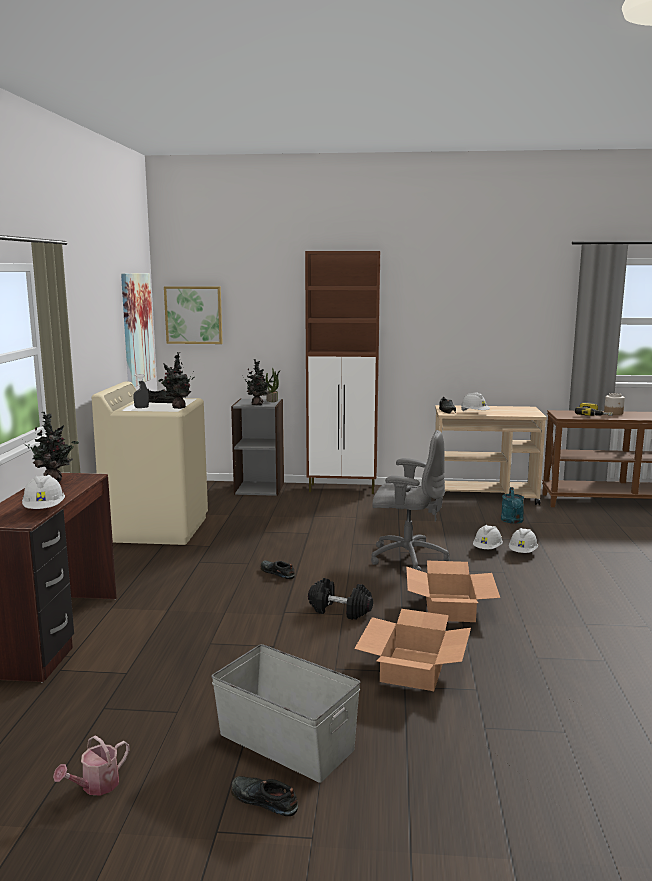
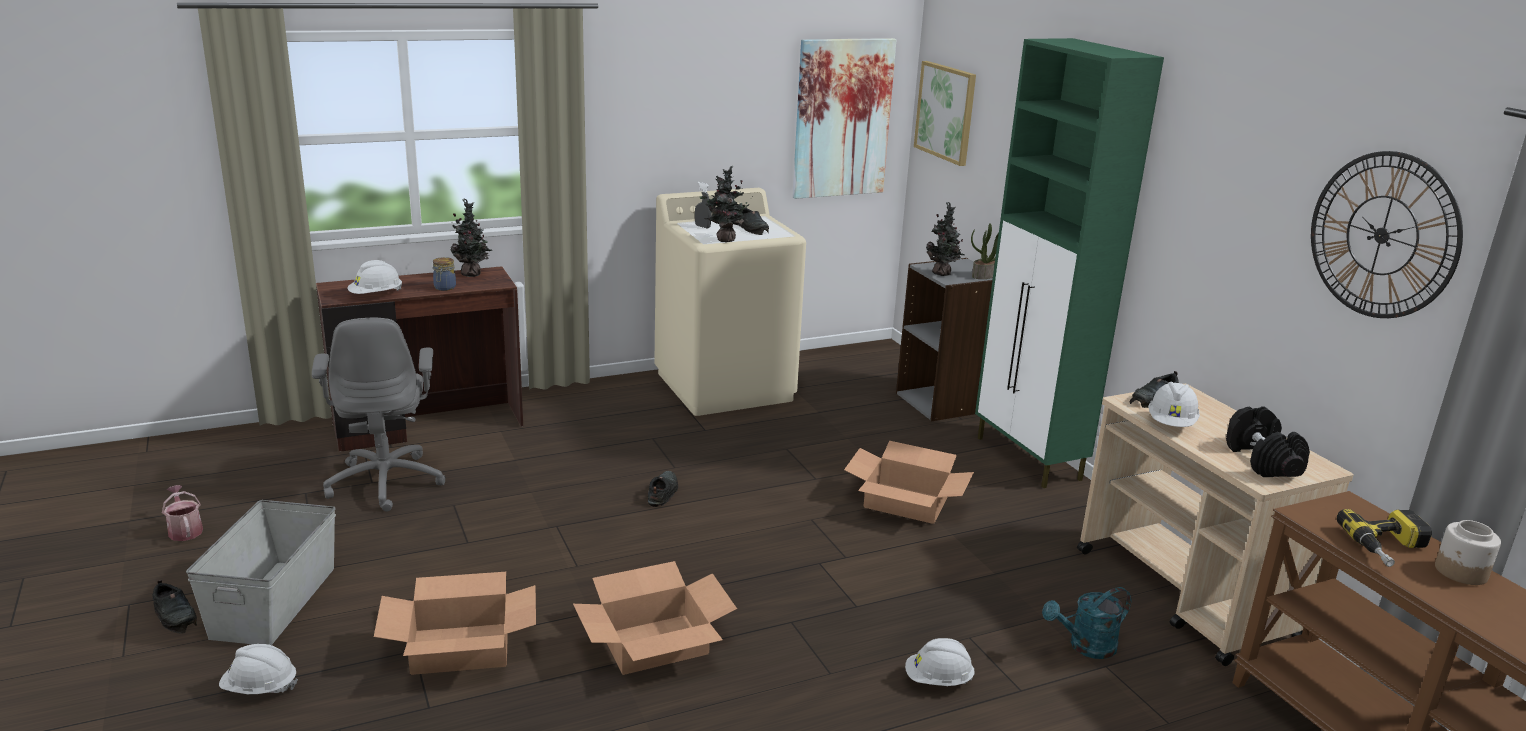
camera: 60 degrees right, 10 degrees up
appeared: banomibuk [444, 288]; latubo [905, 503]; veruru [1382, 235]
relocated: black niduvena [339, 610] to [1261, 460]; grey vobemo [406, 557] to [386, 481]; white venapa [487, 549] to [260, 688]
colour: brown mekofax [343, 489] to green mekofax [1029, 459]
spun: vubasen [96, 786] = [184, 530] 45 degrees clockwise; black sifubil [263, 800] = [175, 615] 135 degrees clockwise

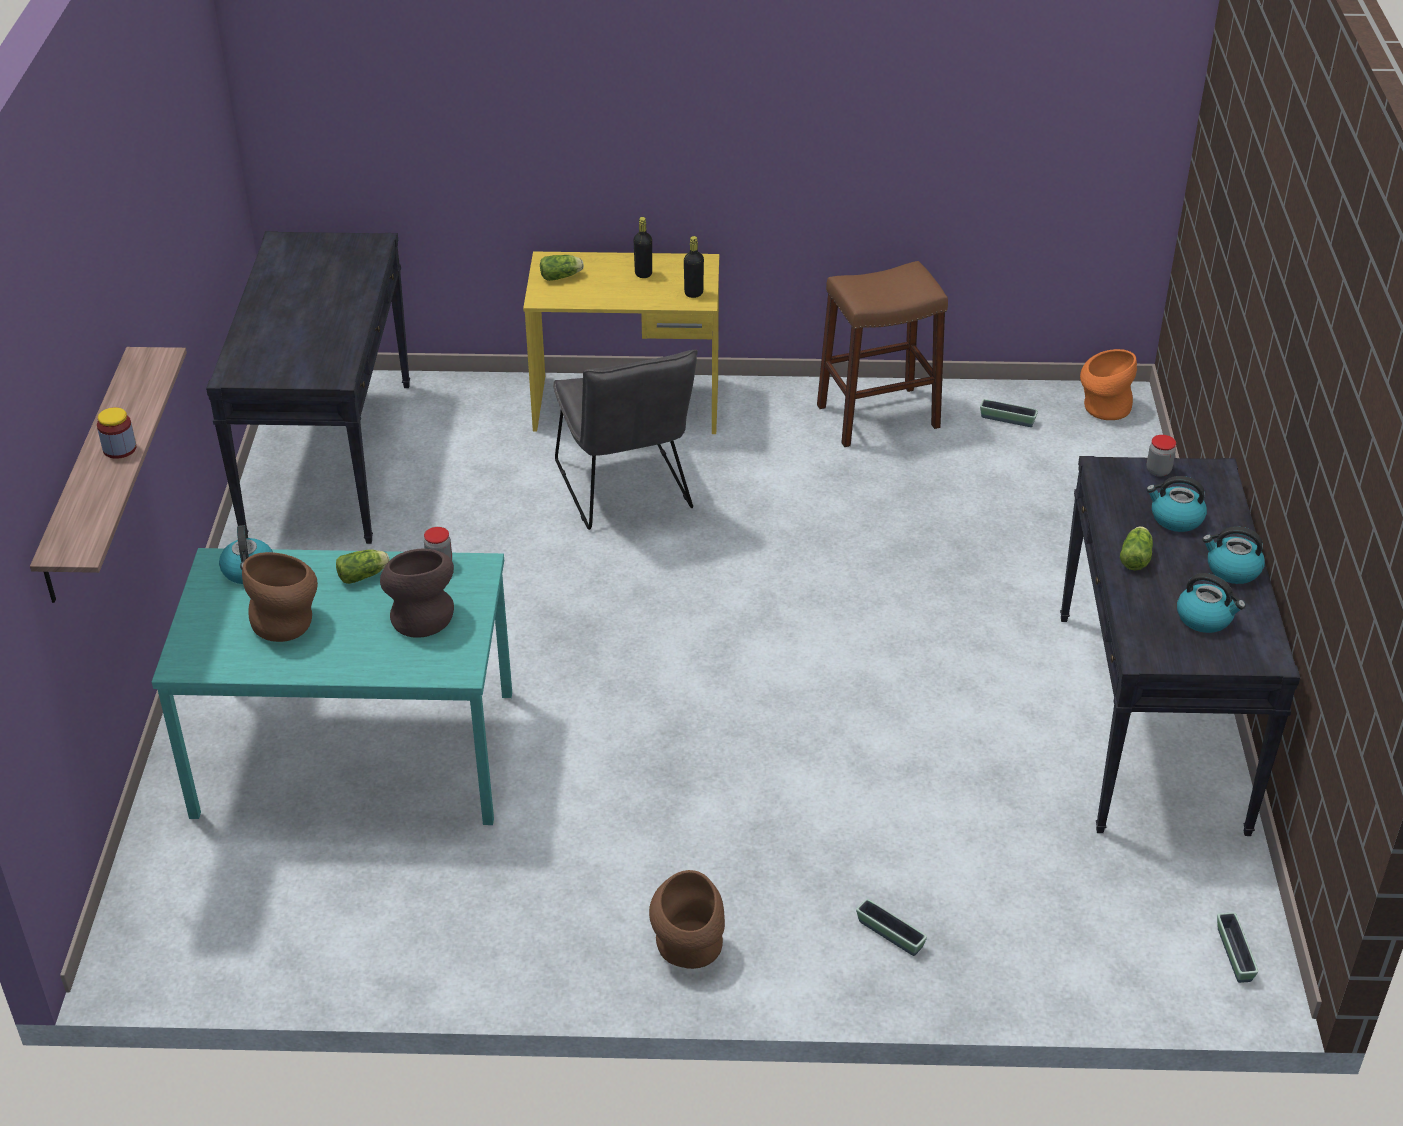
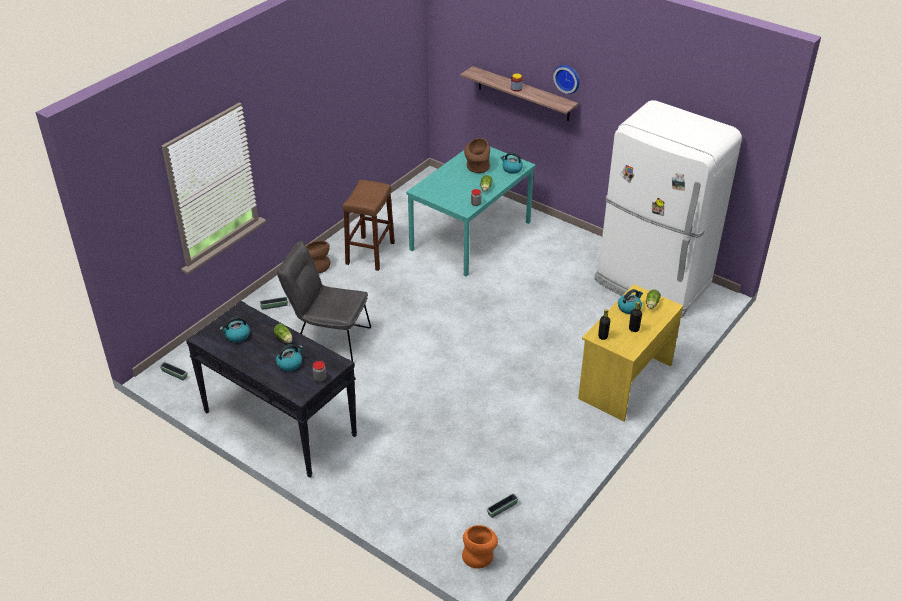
camera: 125 degrees right, 0 degrees up
missing: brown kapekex [421, 615]
appeared: veruru [567, 78]
relocated: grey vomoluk [626, 491] to [328, 338]; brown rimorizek [878, 416] to [370, 253]; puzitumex [1232, 569] to [629, 308]
exchanged: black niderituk [329, 458] to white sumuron [652, 284]

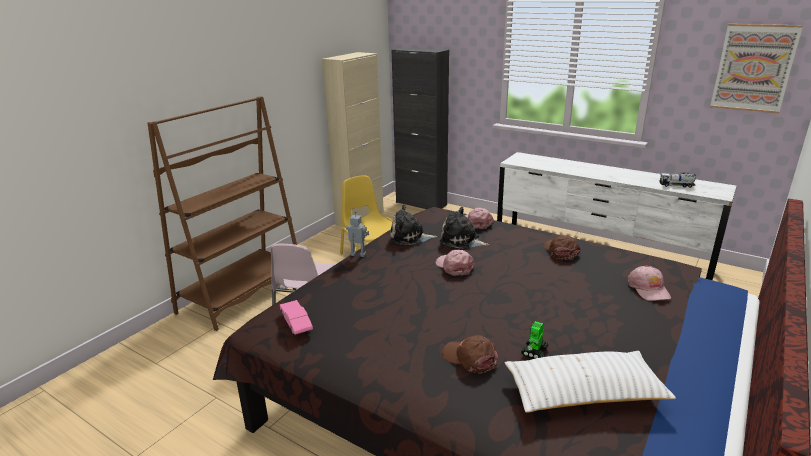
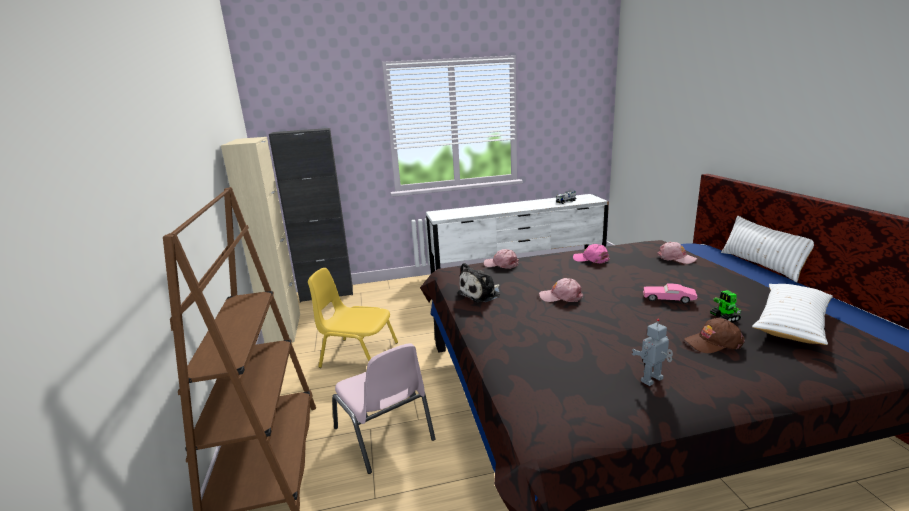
camera: 45 degrees left, 5 degrees down
missing: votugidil [461, 241]; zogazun [753, 68]
appeared: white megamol [761, 265]
relocated: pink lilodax [296, 323] to [668, 299]; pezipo [357, 255] to [653, 380]
colour: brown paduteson [560, 251] to pink paduteson [591, 259]

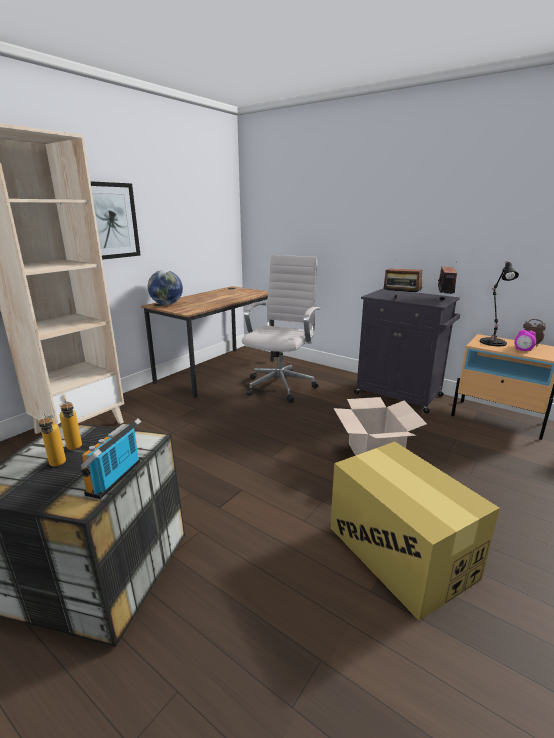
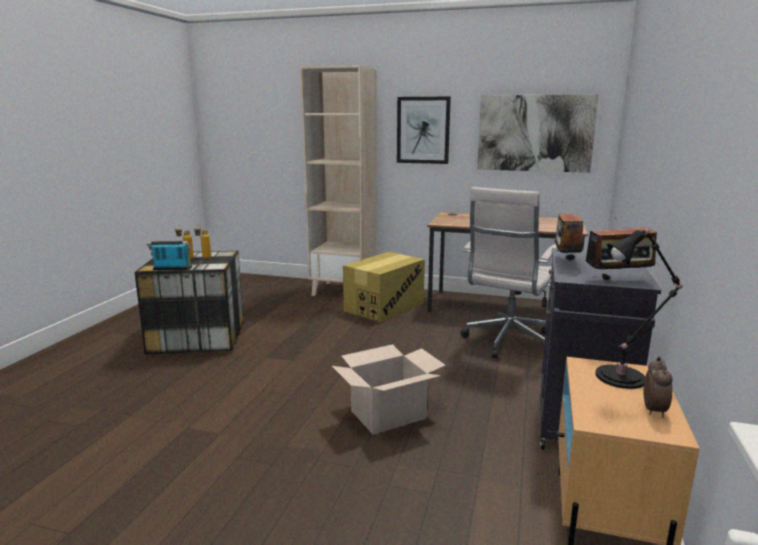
camera: 70 degrees right, 5 degrees down
missing: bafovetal [166, 304]; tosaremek [523, 350]
appeared: zogazun [535, 133]
relocated: latubo [400, 552] to [384, 307]
spun: white vobemo [281, 385] = [507, 343] 120 degrees clockwise

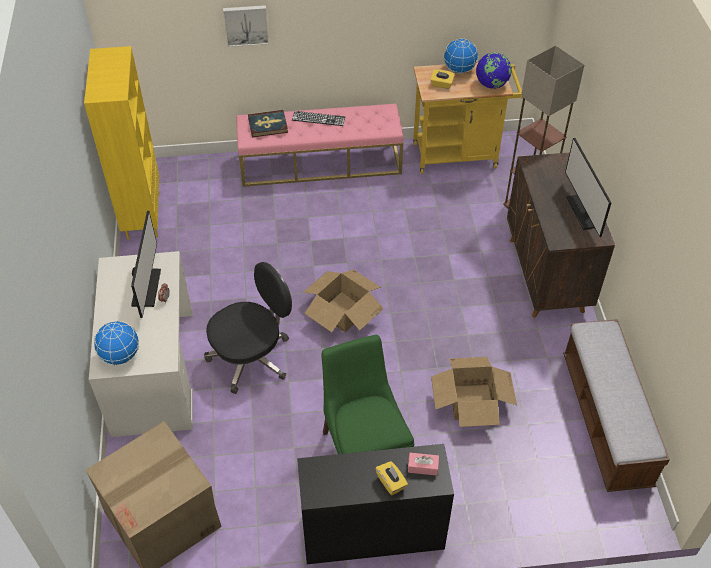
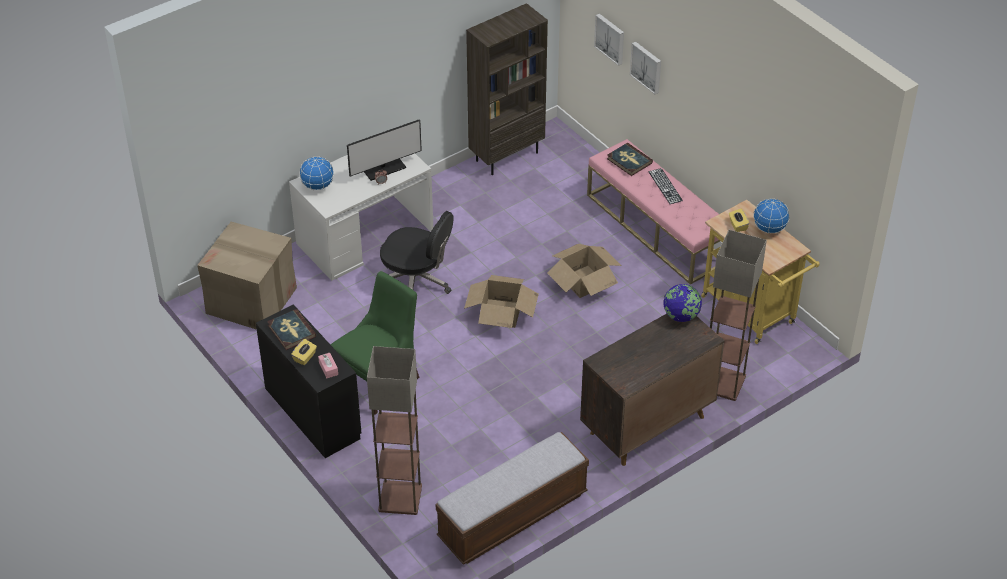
camera: 60 degrees right, 5 degrees down
missing: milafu [584, 211]
appeared: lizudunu [291, 331]; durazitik [399, 498]; zogazun [610, 38]
relocated: latubo [471, 401] to [584, 281]; bafovetal [492, 84] to [681, 316]
colour: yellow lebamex [142, 215] to brown lebamex [506, 156]

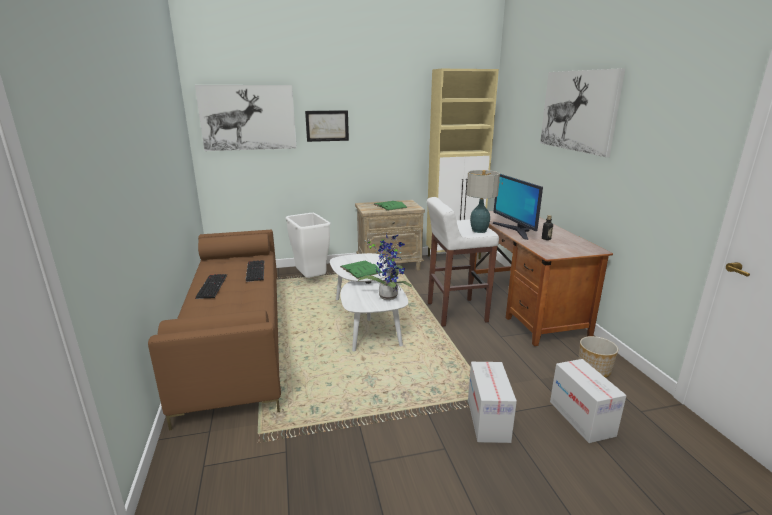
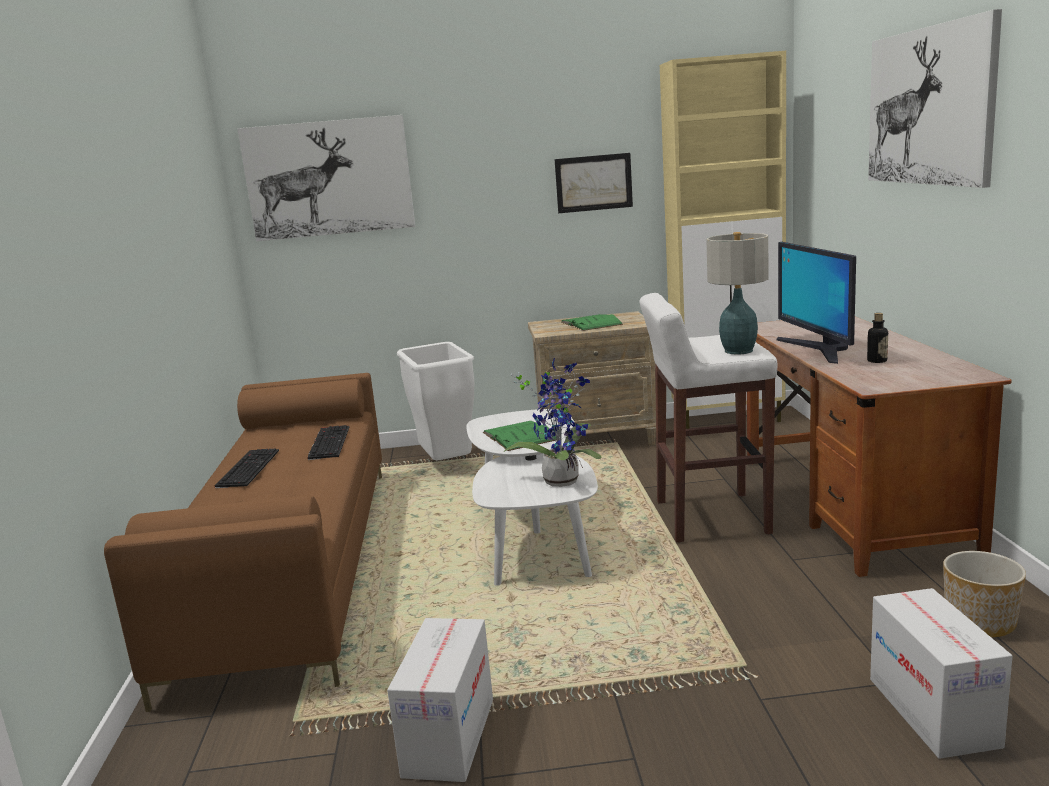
camera: 10 degrees right, 5 degrees down
relocated: zogazun [327, 126] to [593, 183]; latubo [487, 420] to [449, 736]

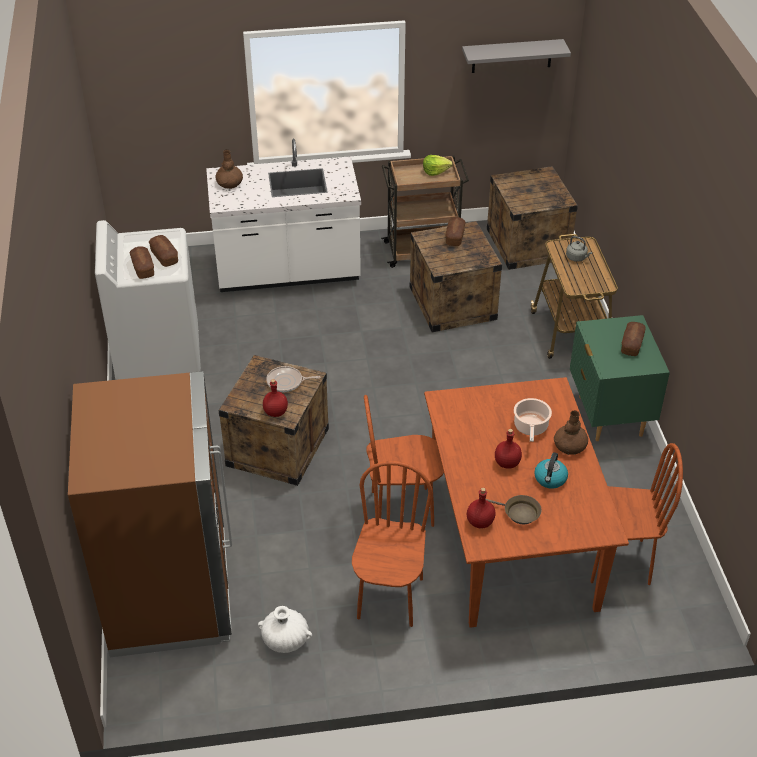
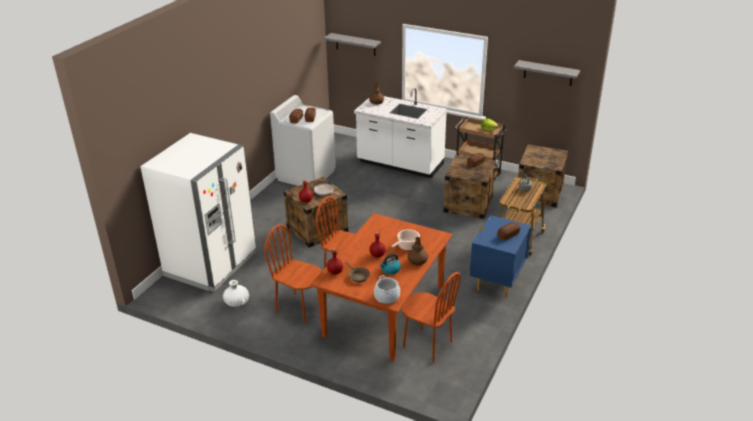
camera: 35 degrees right, 10 degrees down
appeared: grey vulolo [355, 44]; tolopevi [387, 297]
colour: brown sumuron [170, 594] to white sumuron [211, 264]; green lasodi [609, 416] to blue lasodi [497, 282]
spun: brown vomoluk [389, 598] = [299, 308] 105 degrees counterclockwise

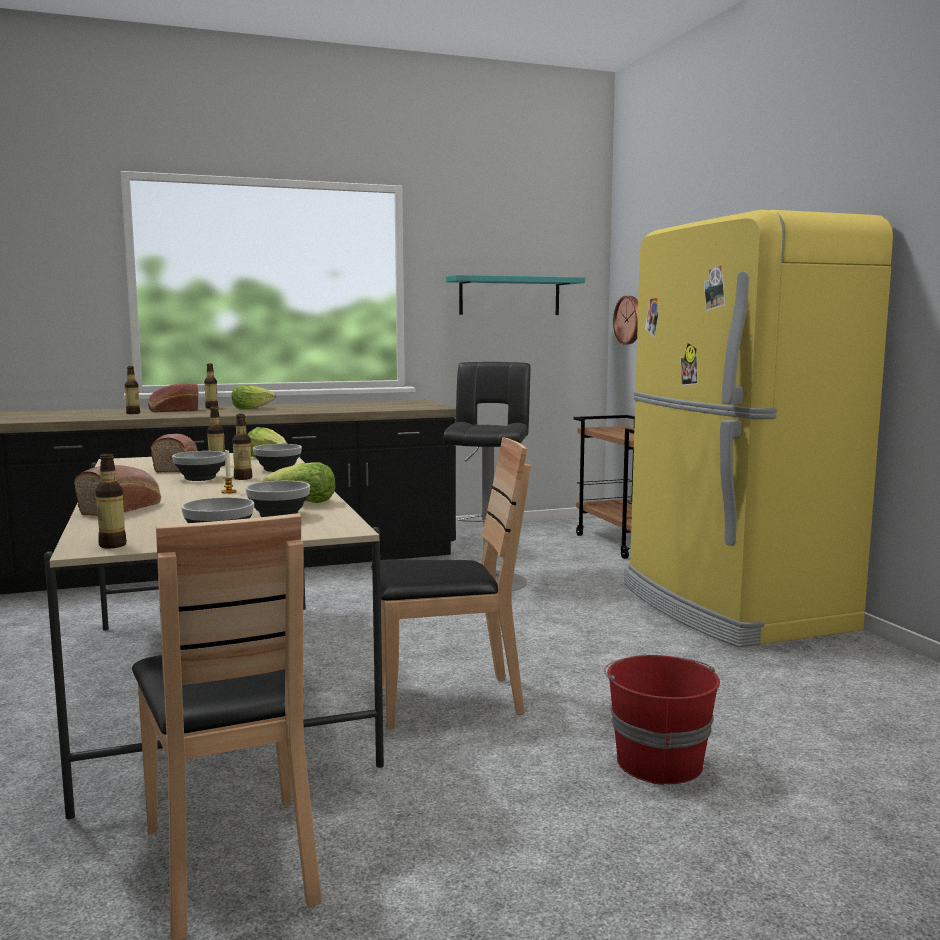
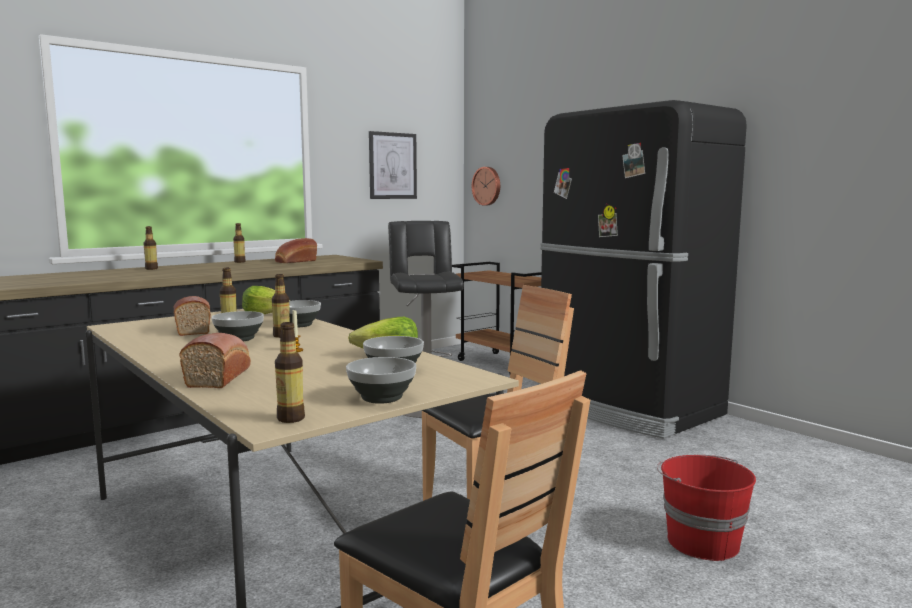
camera: 20 degrees left, 0 degrees up
missing: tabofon [251, 408]
relocated: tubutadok [133, 413] to [240, 262]; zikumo [173, 410] to [295, 261]
exchanged: turquoise vulolo [509, 296] to zogazun [392, 166]
colour: yellow sumuron [731, 607] to black sumuron [625, 407]

